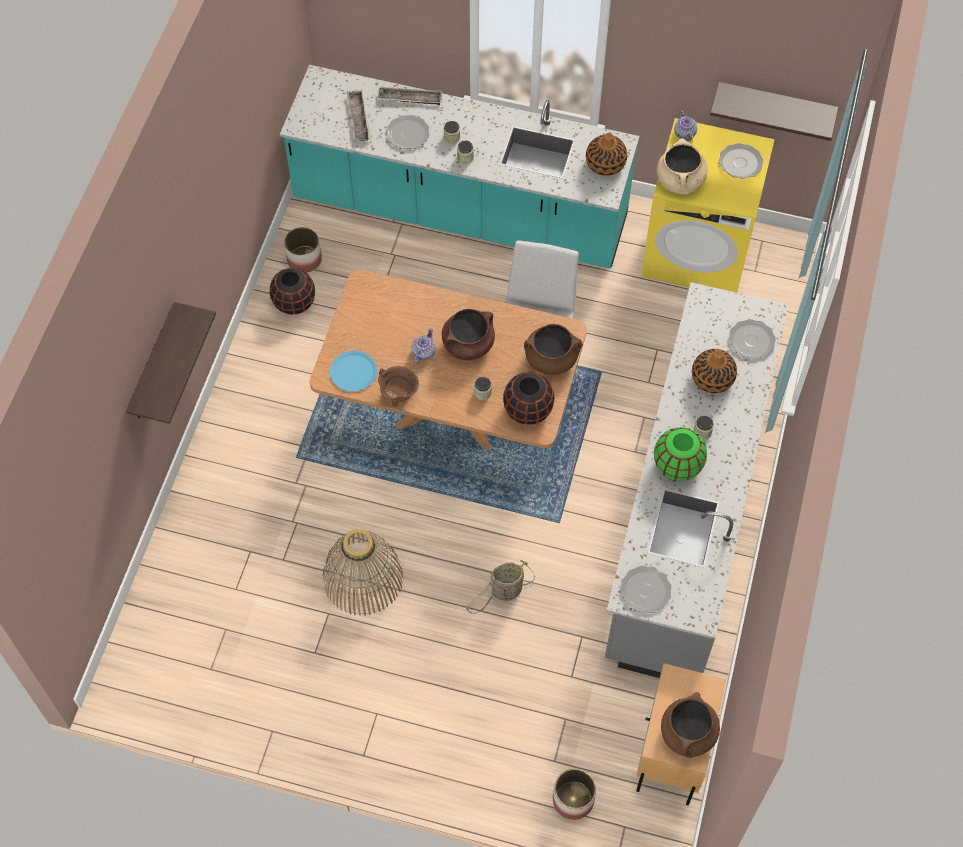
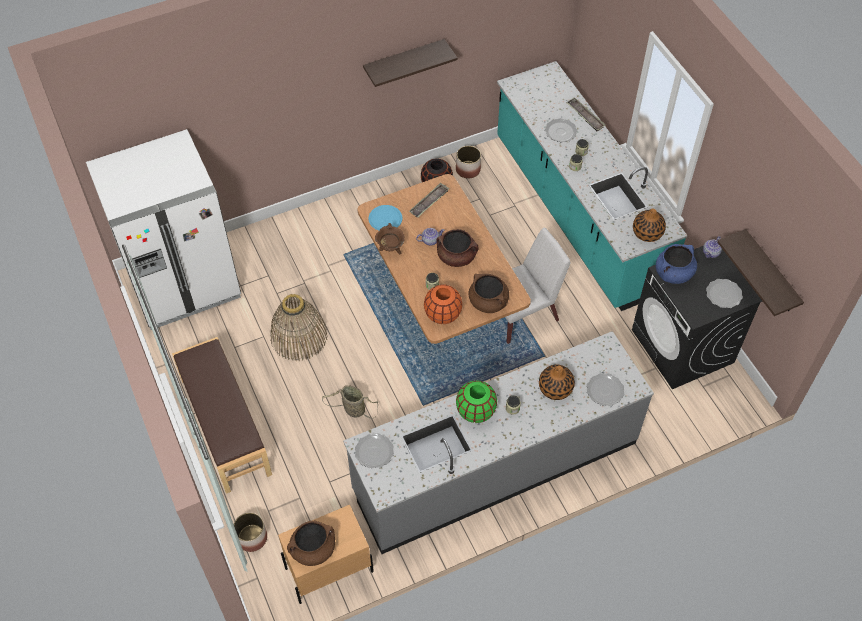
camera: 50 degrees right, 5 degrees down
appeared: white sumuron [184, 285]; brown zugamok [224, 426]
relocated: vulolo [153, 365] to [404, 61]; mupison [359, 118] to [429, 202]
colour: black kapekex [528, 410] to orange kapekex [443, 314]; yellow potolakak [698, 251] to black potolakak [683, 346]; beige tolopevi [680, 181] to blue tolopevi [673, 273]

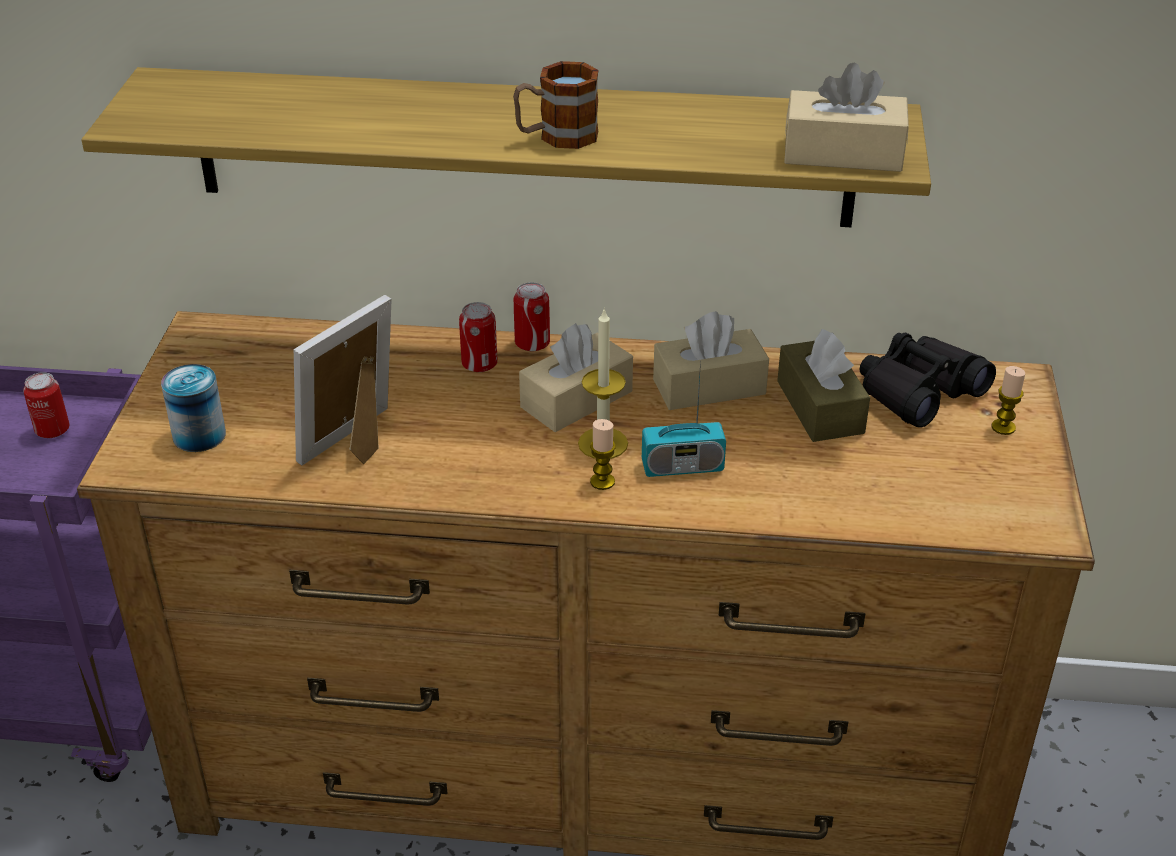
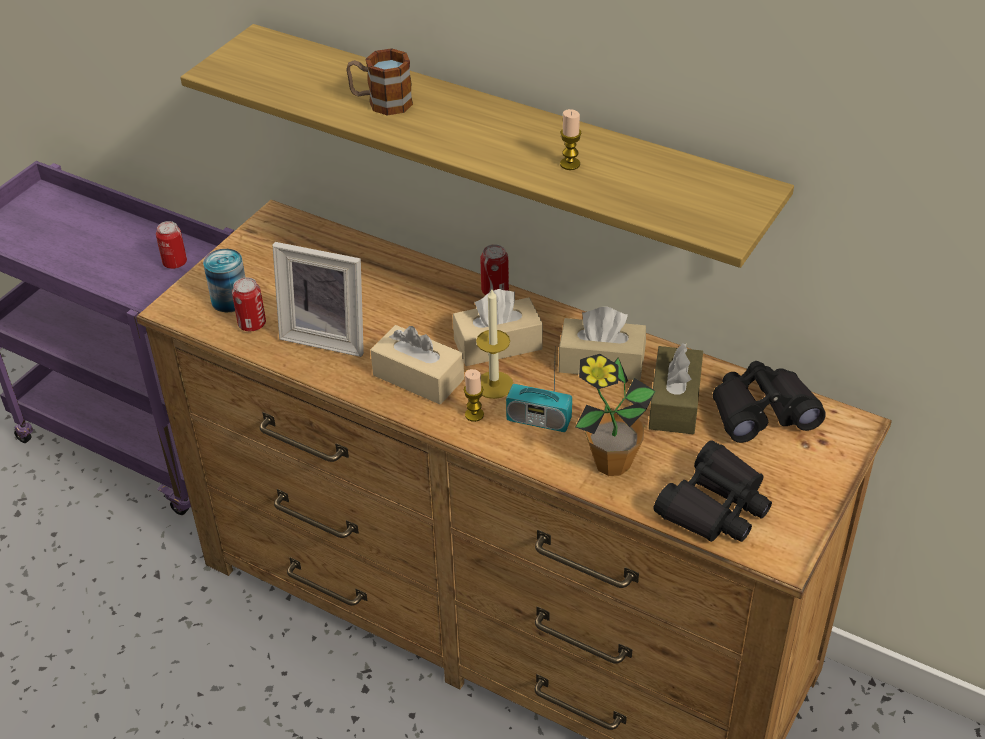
camera: 25 degrees right, 5 degrees up
appeared: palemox [612, 463]; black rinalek [714, 506]
relocated: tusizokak [479, 364] to [252, 324]; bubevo [556, 137] to [381, 102]; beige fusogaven [843, 153] to [418, 377]; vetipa [1003, 427] to [570, 164]
spun: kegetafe [358, 444] = [327, 336] 135 degrees counterclockwise

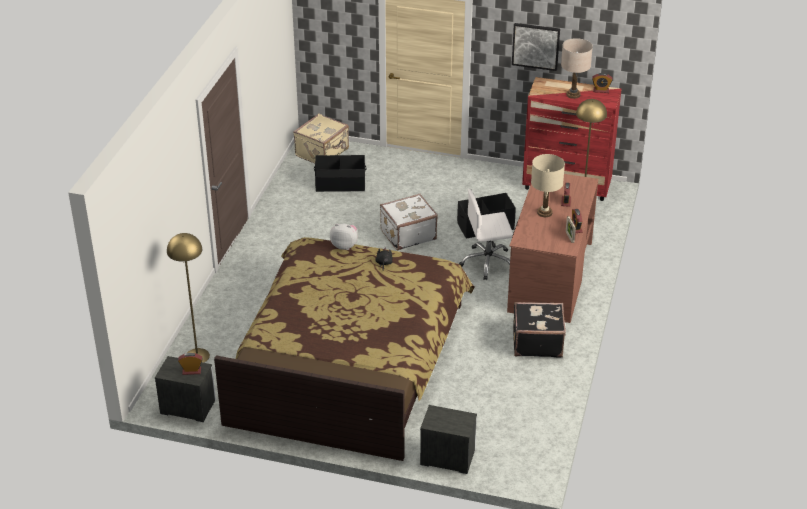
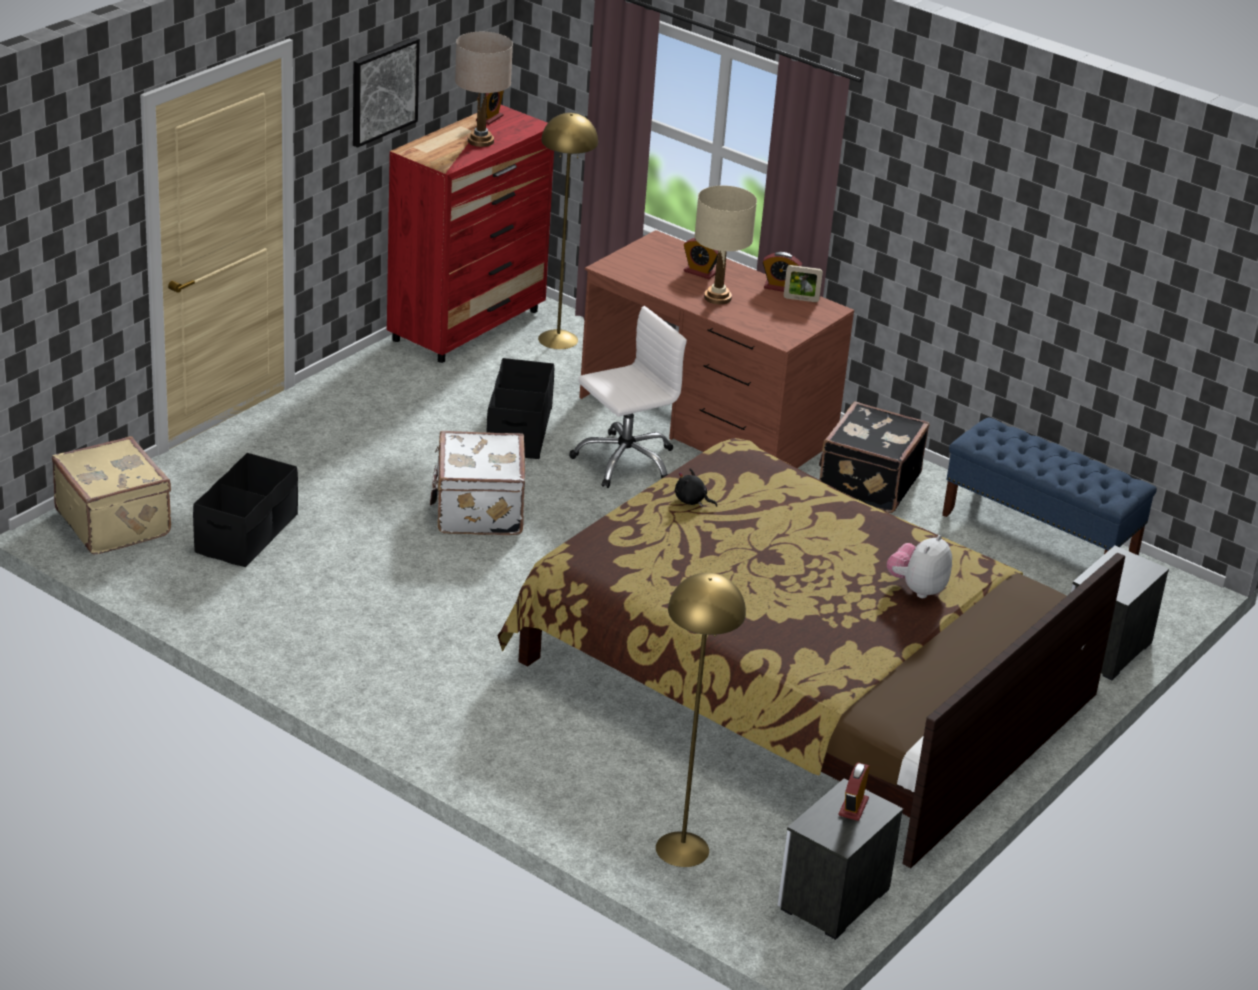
camera: 70 degrees left, 5 degrees down
appeared: blue zugamok [1040, 536]
relocated: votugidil [344, 245] to [917, 589]
spun: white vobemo [487, 263] = [625, 461] 135 degrees counterclockwise

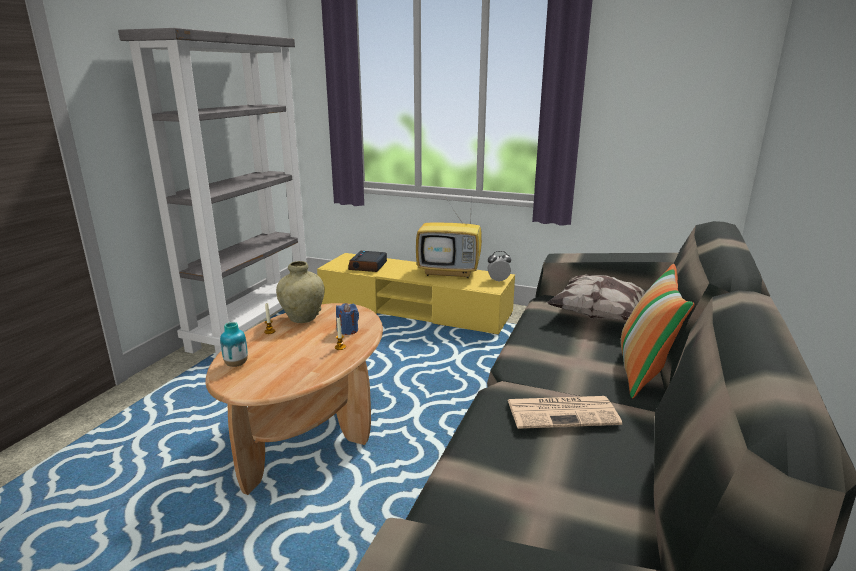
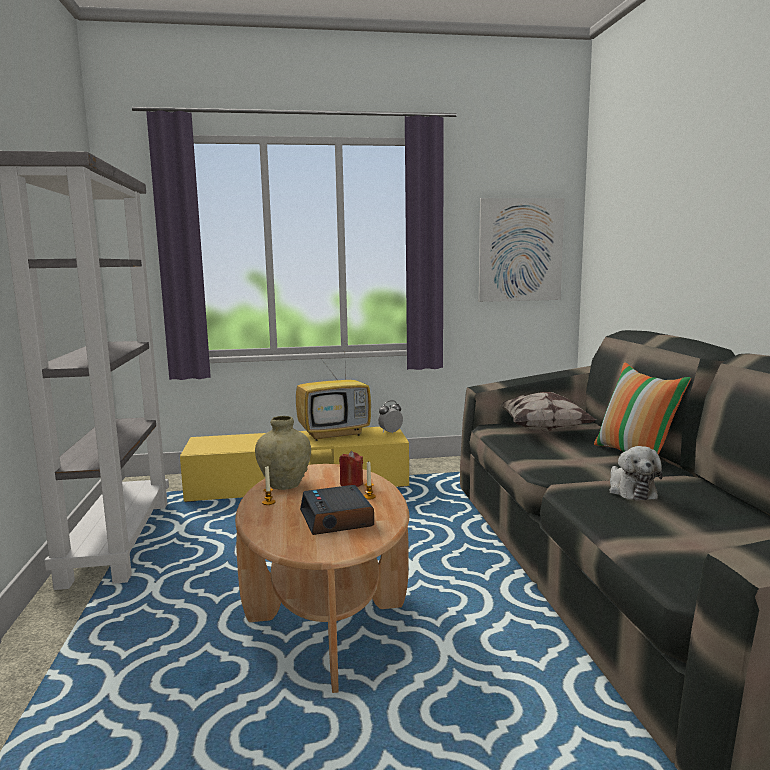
camera: 30 degrees left, 10 degrees down
missing: kapekex [236, 364]
appeared: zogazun [520, 250]
relocated: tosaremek [368, 266] to [337, 519]
exchanged: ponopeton [563, 412] to votugidil [630, 490]
colour: blue vetipa [347, 330] to red vetipa [351, 483]

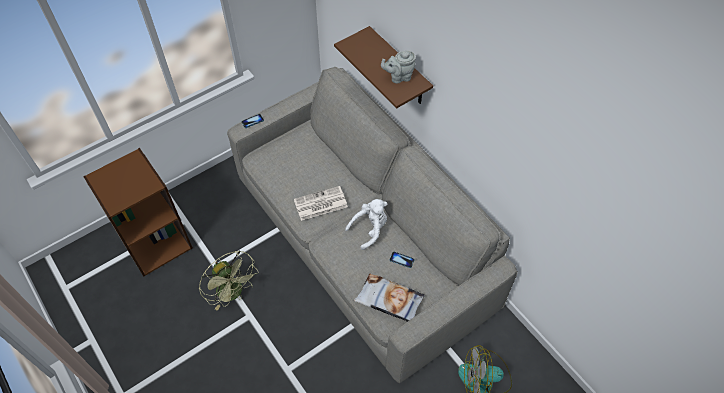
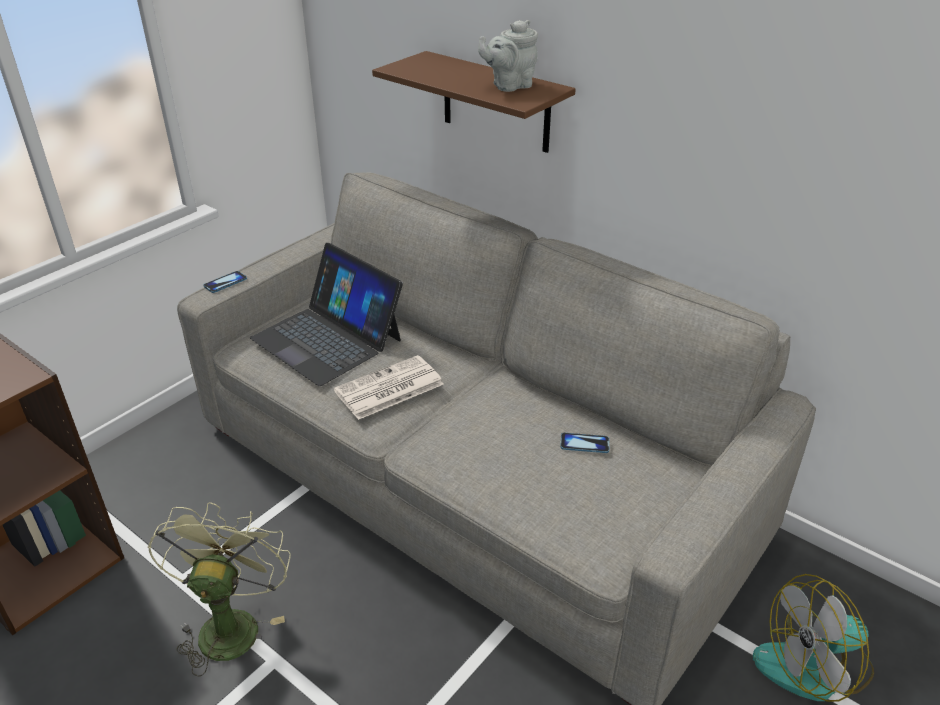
camera: 15 degrees left, 20 degrees down
missing: white votugidil [370, 229]; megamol [389, 300]
appeared: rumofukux [327, 338]
spun: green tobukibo [234, 293] = [230, 623] 120 degrees counterclockwise

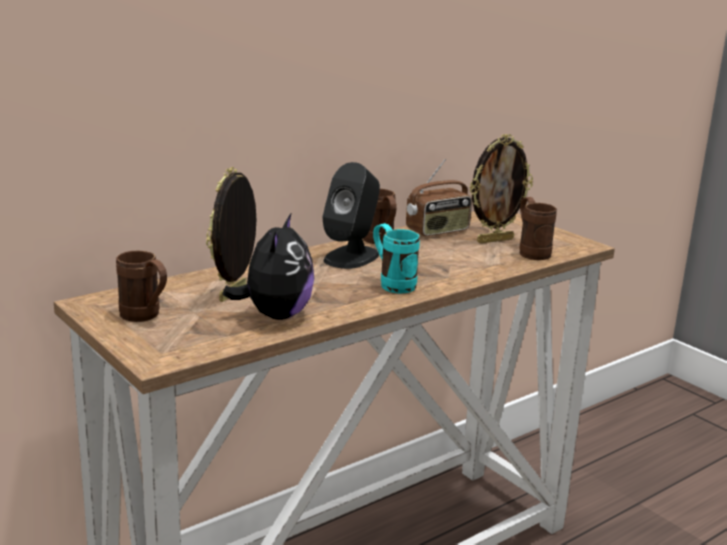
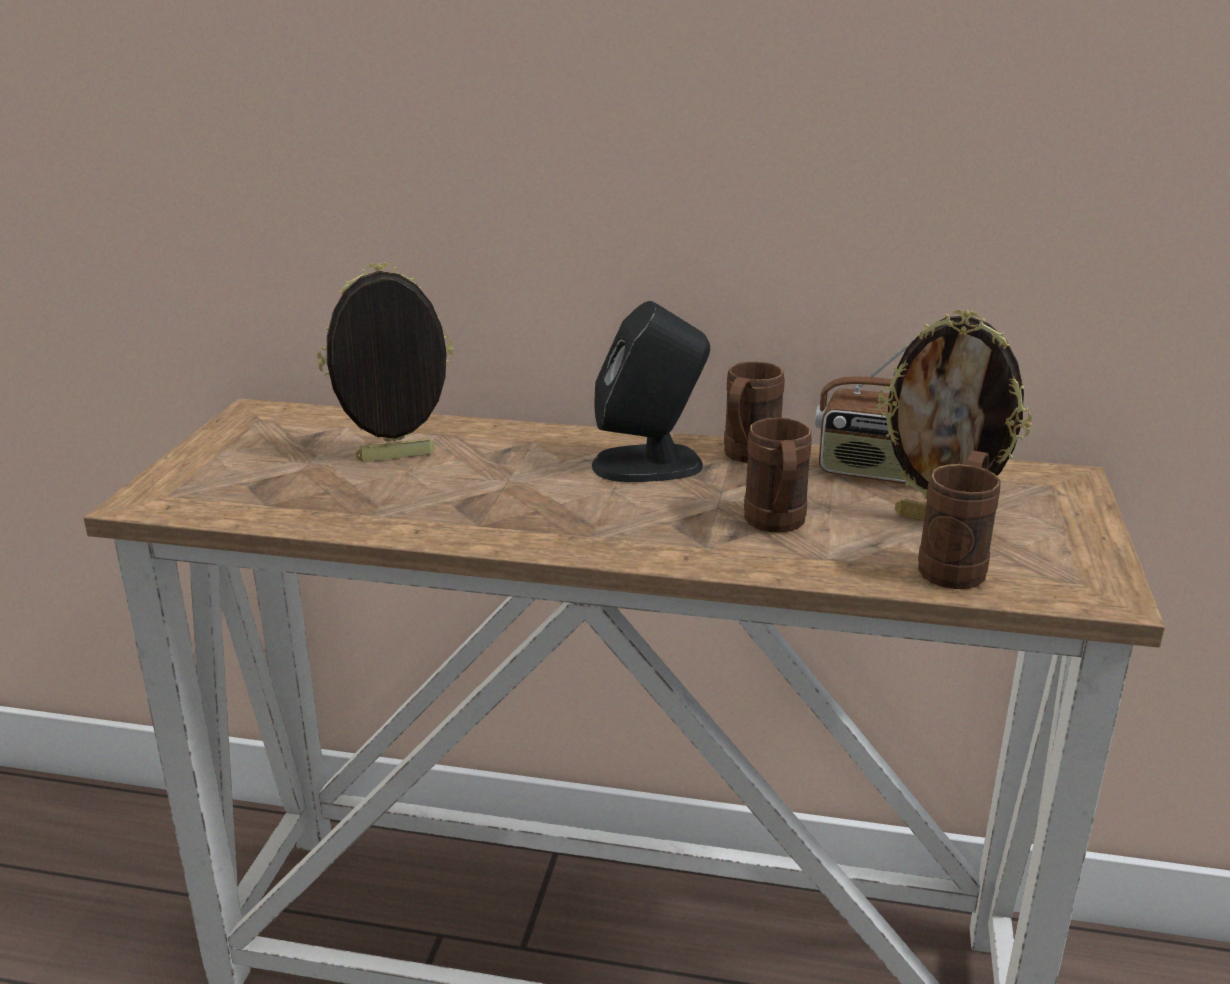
camera: 50 degrees right, 5 degrees up
missing: votugidil [275, 315]; turquoise bubevo [392, 283]
relocated: brown bubevo [145, 317] to [776, 526]

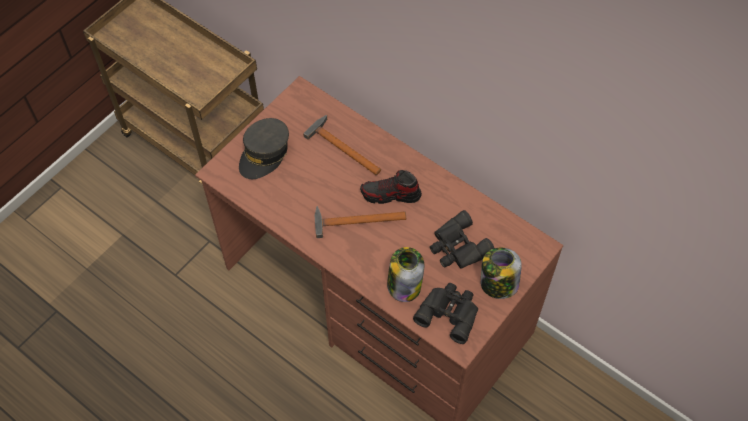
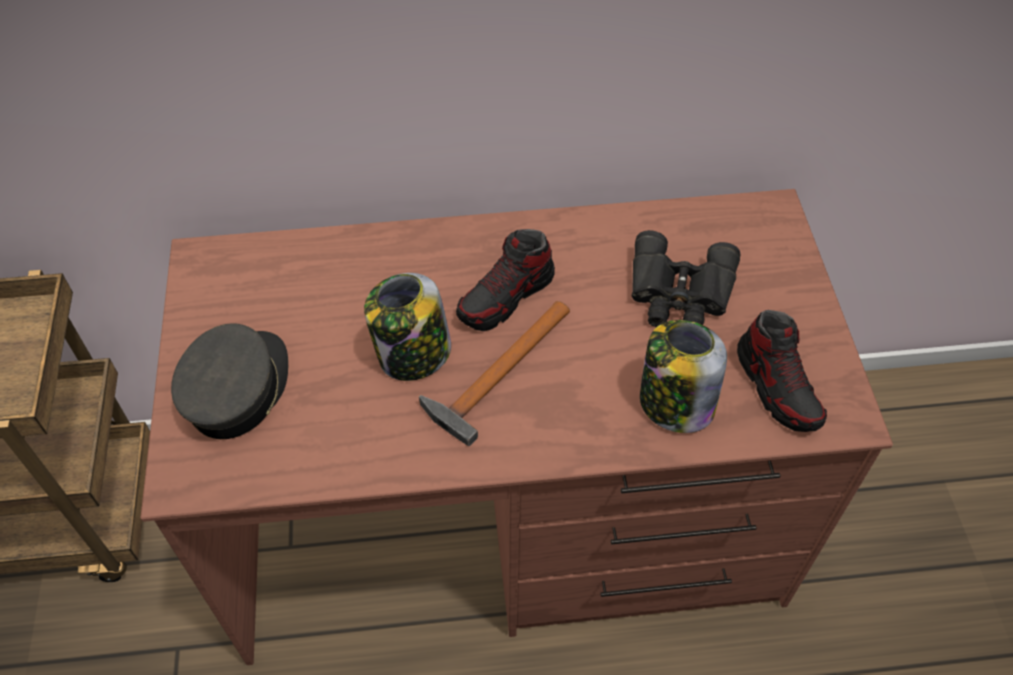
camera: 45 degrees left, 5 degrees down
missing: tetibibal [342, 147]
relocated: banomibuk [498, 284] to [413, 354]
exchanged: black rinalek [449, 312] to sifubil [778, 387]
spun: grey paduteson [264, 154] = [238, 389] 150 degrees counterclockwise

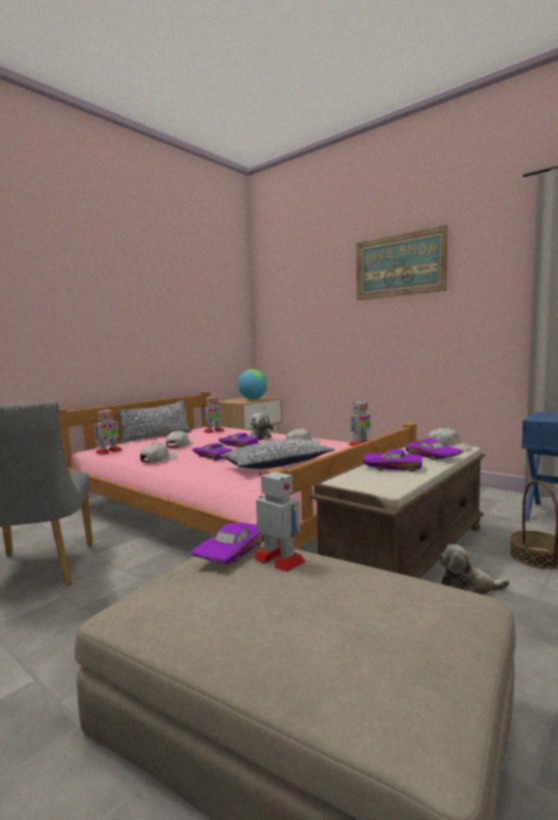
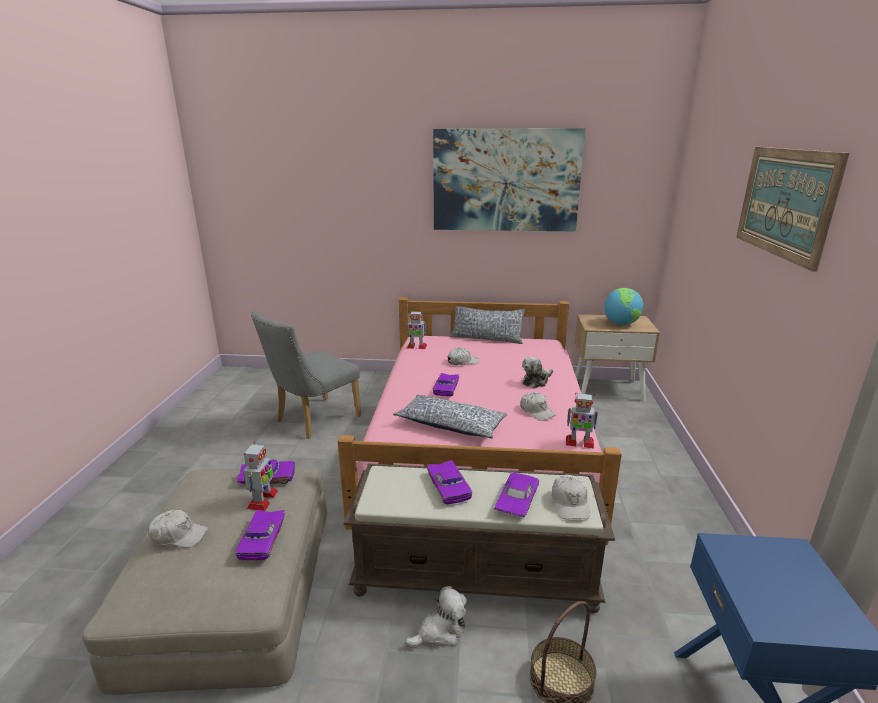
camera: 55 degrees right, 15 degrees up
missing: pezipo [213, 431]
appeared: zogazun [506, 181]
relocated: white paduteson [158, 460] to [179, 535]; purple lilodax [239, 445] to [264, 539]
spun: votugidil [468, 588] = [440, 631] 90 degrees clockwise

